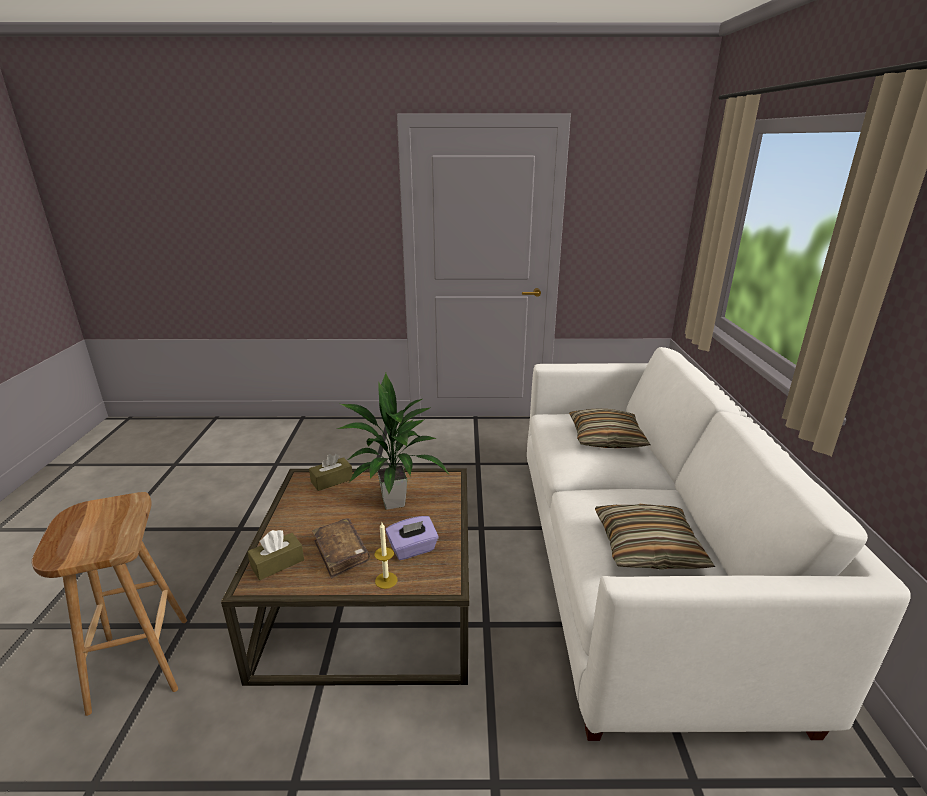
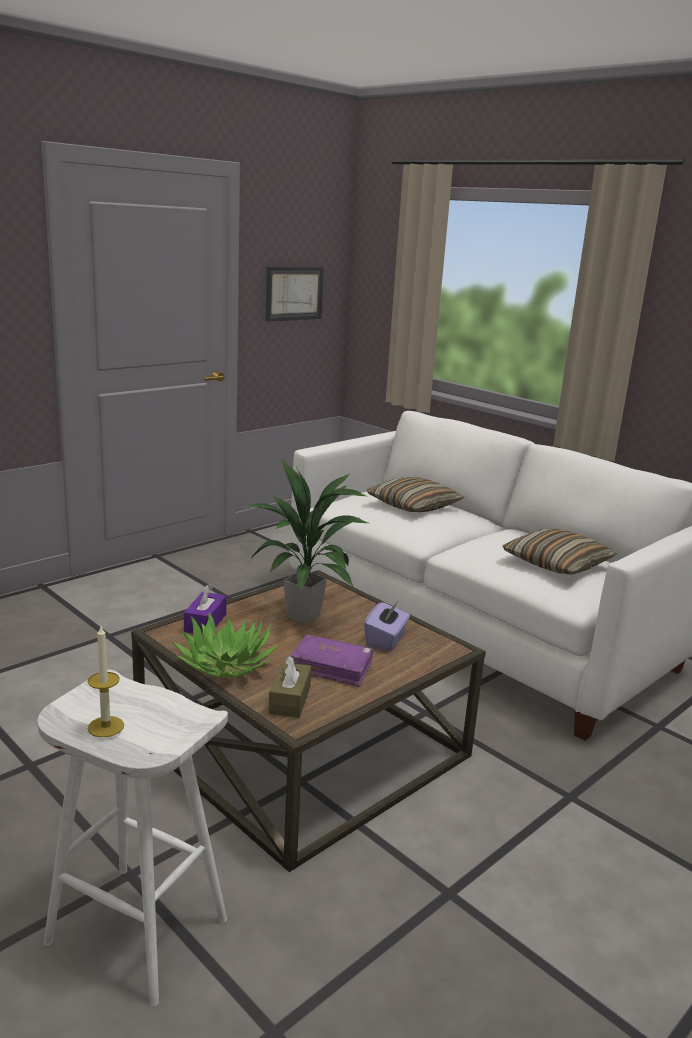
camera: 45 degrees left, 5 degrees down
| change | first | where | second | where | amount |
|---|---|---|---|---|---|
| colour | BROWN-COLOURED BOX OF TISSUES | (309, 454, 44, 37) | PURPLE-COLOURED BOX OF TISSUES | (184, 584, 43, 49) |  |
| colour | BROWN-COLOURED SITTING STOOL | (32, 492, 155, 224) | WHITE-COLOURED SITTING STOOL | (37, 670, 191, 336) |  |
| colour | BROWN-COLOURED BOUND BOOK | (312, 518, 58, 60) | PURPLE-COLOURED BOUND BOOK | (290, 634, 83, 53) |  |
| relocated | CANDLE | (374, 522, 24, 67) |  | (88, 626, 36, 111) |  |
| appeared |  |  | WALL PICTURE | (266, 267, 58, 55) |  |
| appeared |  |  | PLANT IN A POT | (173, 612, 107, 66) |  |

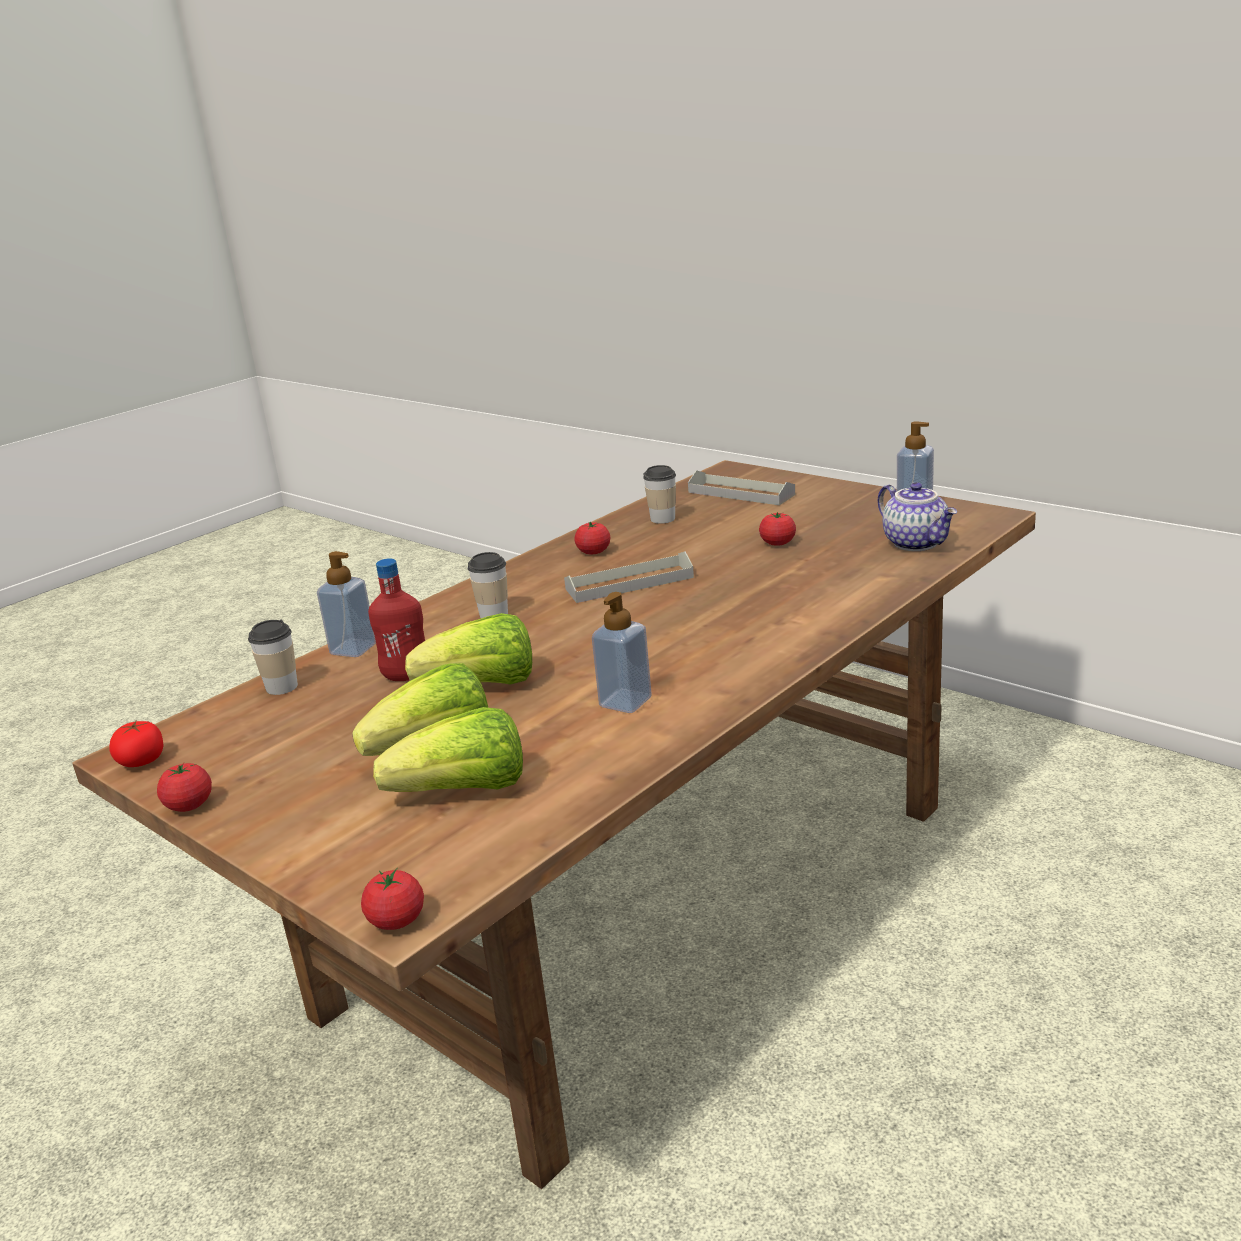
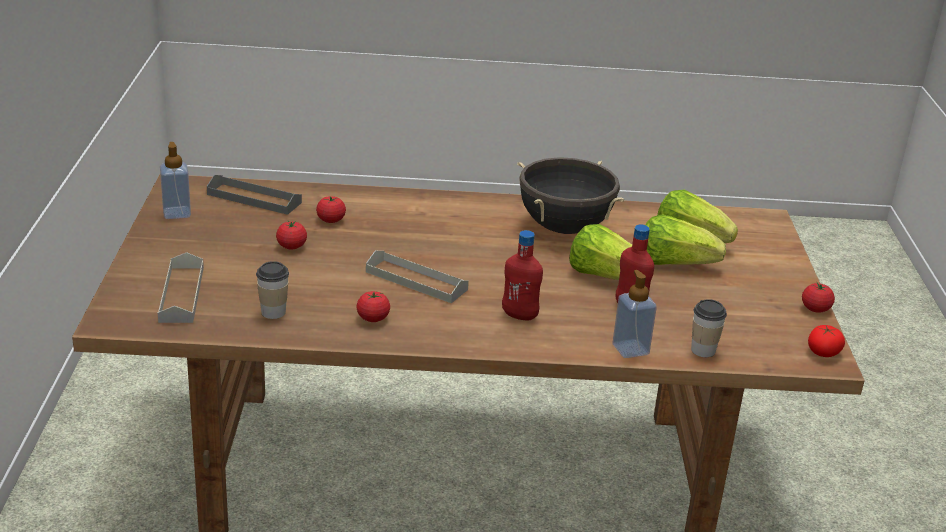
camera: 135 degrees left, 5 degrees up
| change | first | where | second | where | amount |
|---|---|---|---|---|---|
| exchanged | TEAPOT | (878, 482, 79, 69) | GRAY CARRYING TRAY | (207, 175, 95, 40) |  |
| exchanged | CUP | (468, 552, 40, 66) | RED BEVERAGE BOTTLE | (502, 230, 41, 90) |  |
| exchanged | SOAP BOTTLE | (592, 592, 60, 121) | BLACK-COLOURED STOCKPOT | (517, 157, 107, 77) |  |
| relocated | WHOLE TOMATO | (361, 867, 63, 63) |  | (316, 196, 30, 27) |  |

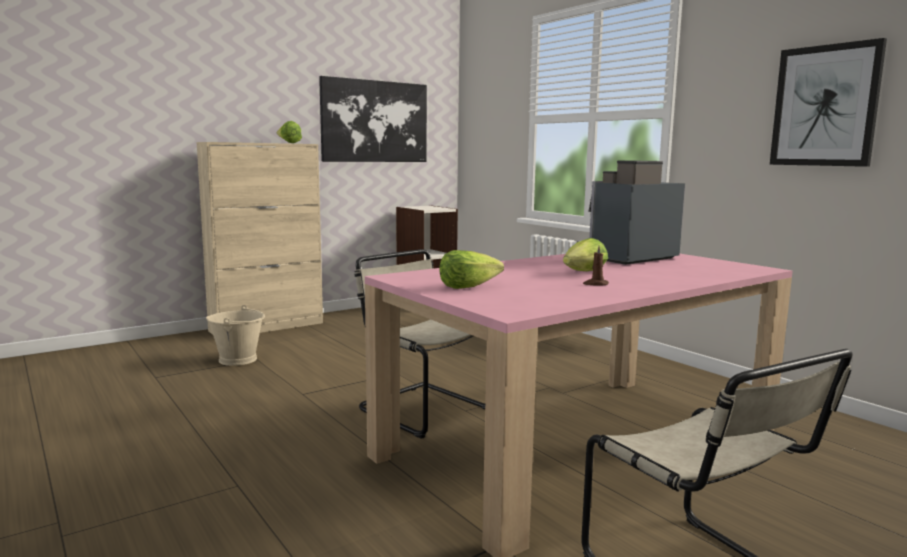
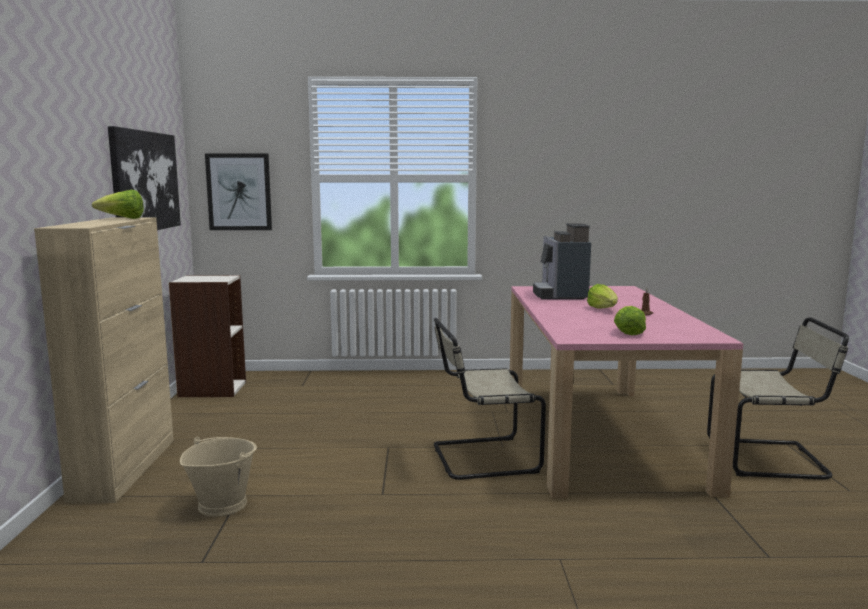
camera: 55 degrees left, 0 degrees up
| change | first | where | second | where | amount |
|---|---|---|---|---|---|
| relocated | WALL PICTURE | (770, 38, 117, 129) |  | (205, 154, 67, 76) |  |

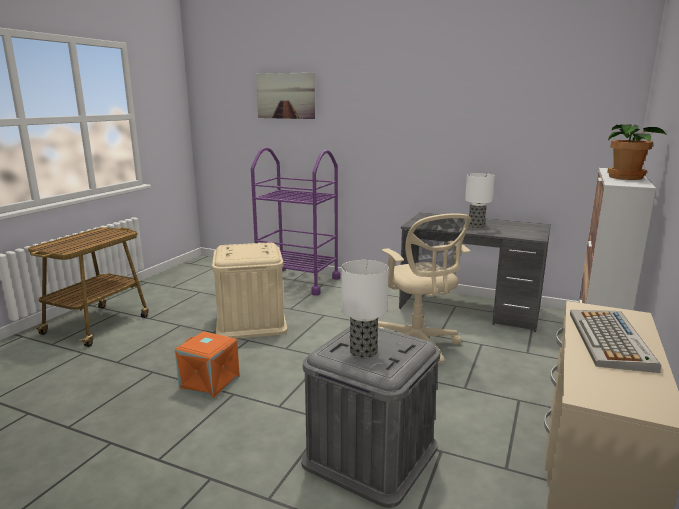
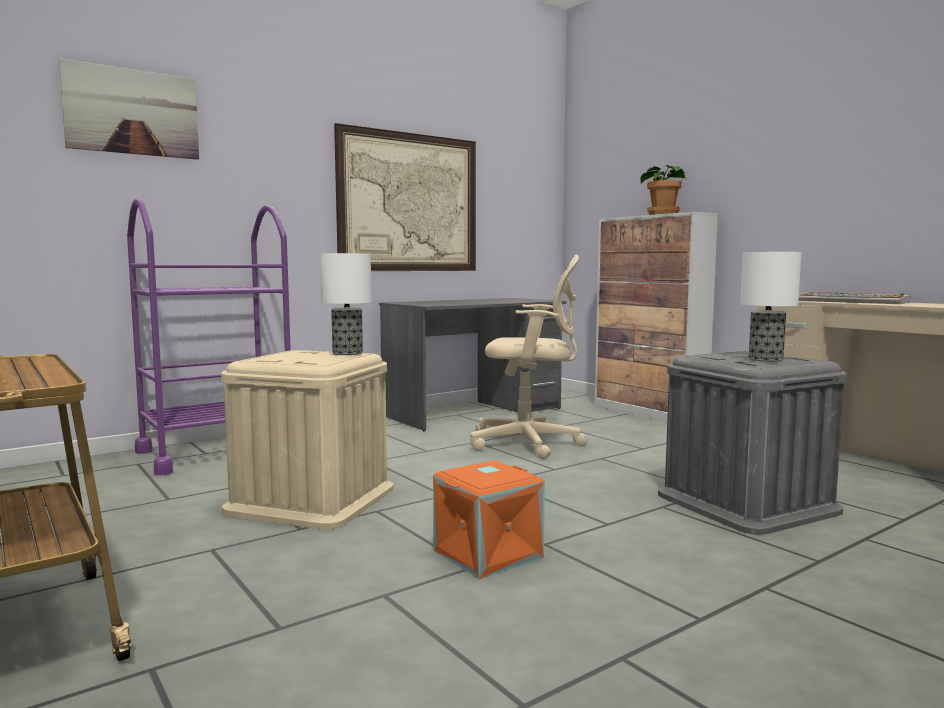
camera: 60 degrees left, 10 degrees down
| change | first | where | second | where | amount |
|---|---|---|---|---|---|
| relocated | LAMP FOR A TABLE | (465, 173, 30, 56) |  | (320, 253, 52, 102) |  |
| appeared |  |  | WALL PICTURE | (334, 123, 142, 148) |  |

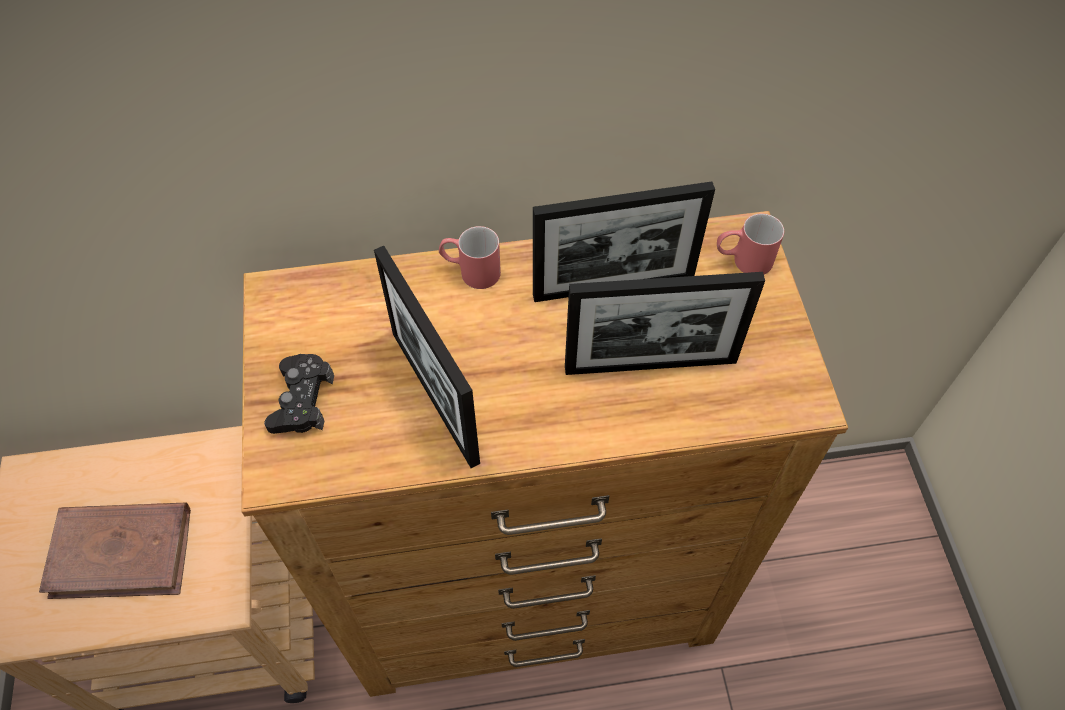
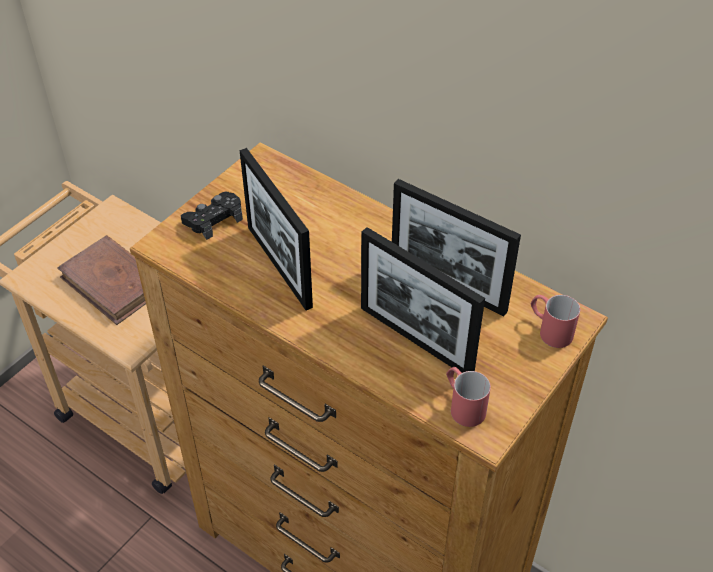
camera: 45 degrees right, 10 degrees down
| change | first | where | second | where | amount |
|---|---|---|---|---|---|
| relocated | RED COFFEE MUG | (439, 226, 62, 63) |  | (446, 367, 45, 60) |  |
| spun | STANDING FRAME | (374, 246, 106, 222) |  | (240, 148, 73, 162) | 45 degrees counterclockwise |

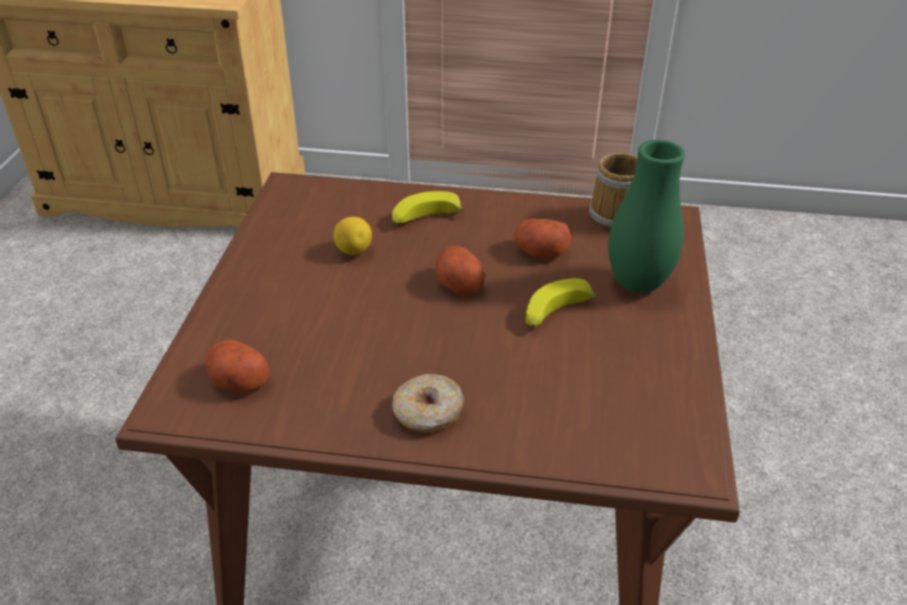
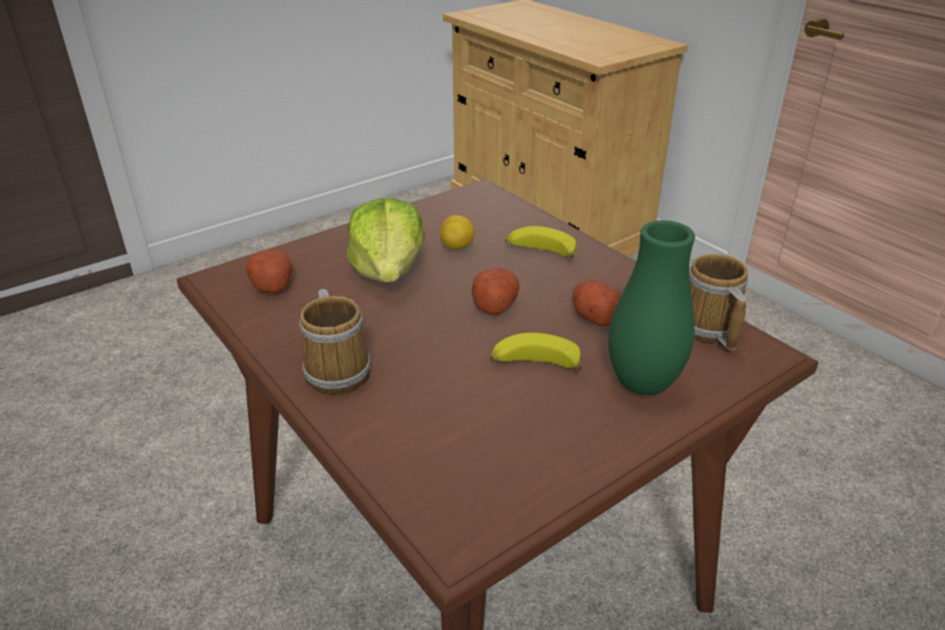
camera: 45 degrees right, 5 degrees down
| change | first | where | second | where | amount |
|---|---|---|---|---|---|
| exchanged | DONUT | (392, 374, 72, 59) | COFFEE MUG | (299, 289, 72, 106) |  |
| appeared |  |  | HEAD OF LETTUCE | (347, 198, 78, 84) |  |

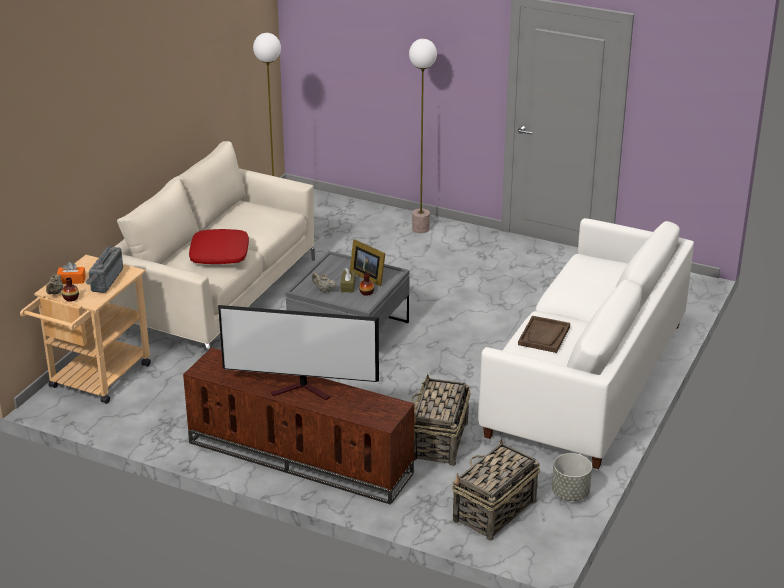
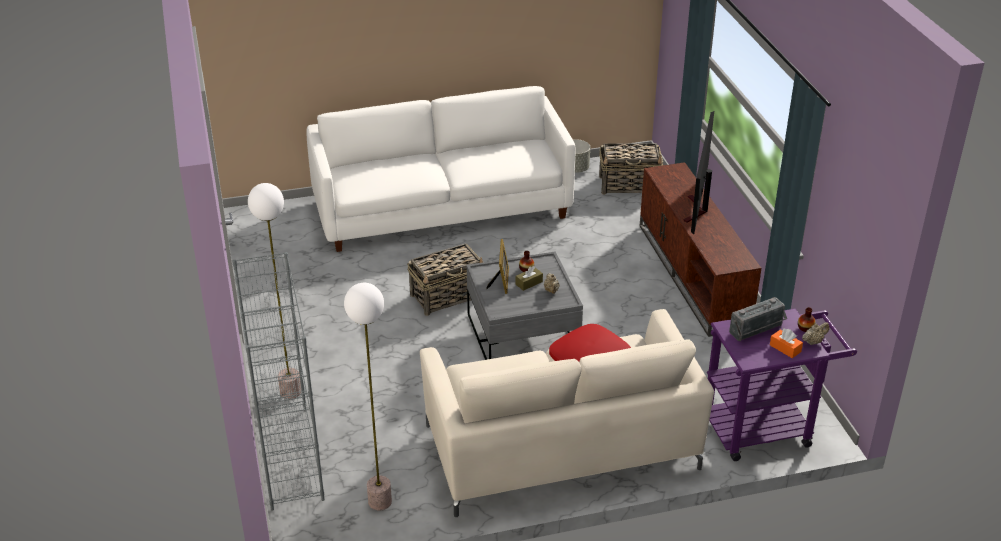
camera: 130 degrees left, 5 degrees up
| change | first | where | second | where | amount |
|---|---|---|---|---|---|
| colour | BEIGE-COLOURED WHEELED CART | (20, 255, 131, 149) | PURPLE-COLOURED WHEELED CART | (707, 309, 150, 152) |  |
| spun | TV SET | (218, 305, 161, 95) |  | (683, 111, 31, 123) | 135 degrees counterclockwise |
| missing | BROWN-COLOURED CARRYING TRAY | (518, 316, 52, 37) |  |  |  |
| relocated | HOUSEHOLD BASKET | (412, 374, 58, 92) |  | (407, 243, 76, 73) |  |
| appeared |  |  | GRAY SHELVING UNIT | (232, 252, 93, 258) |  |

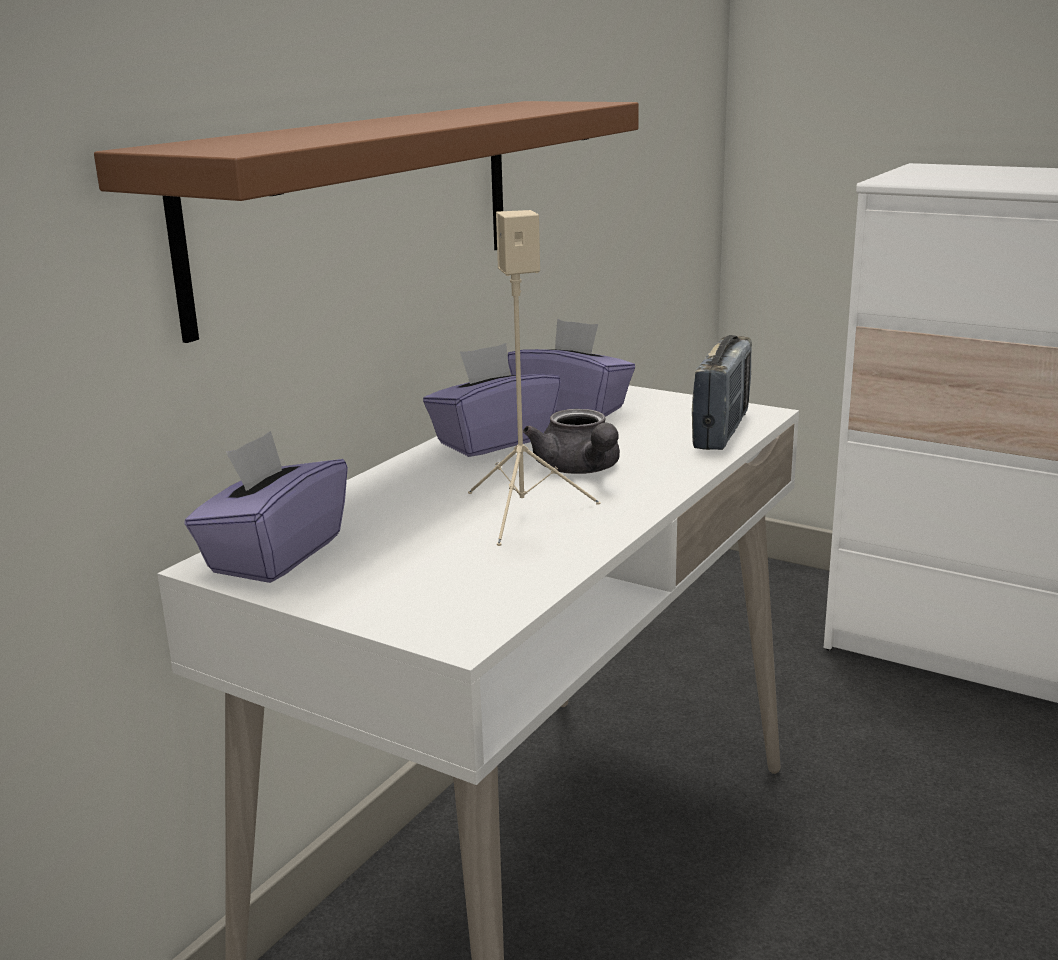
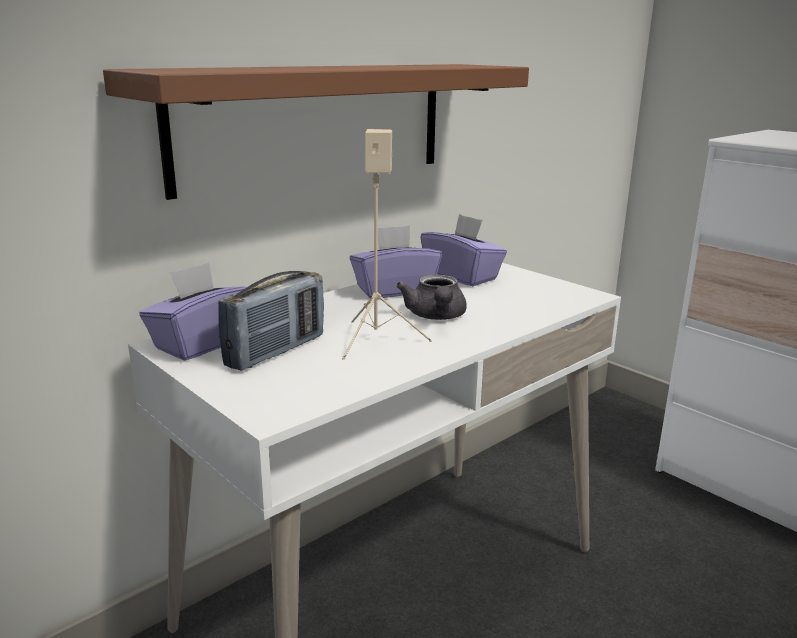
camera: 15 degrees right, 0 degrees up
| change | first | where | second | where | amount |
|---|---|---|---|---|---|
| relocated | RADIO RECEIVER | (692, 335, 60, 115) |  | (218, 271, 106, 100) |  |

